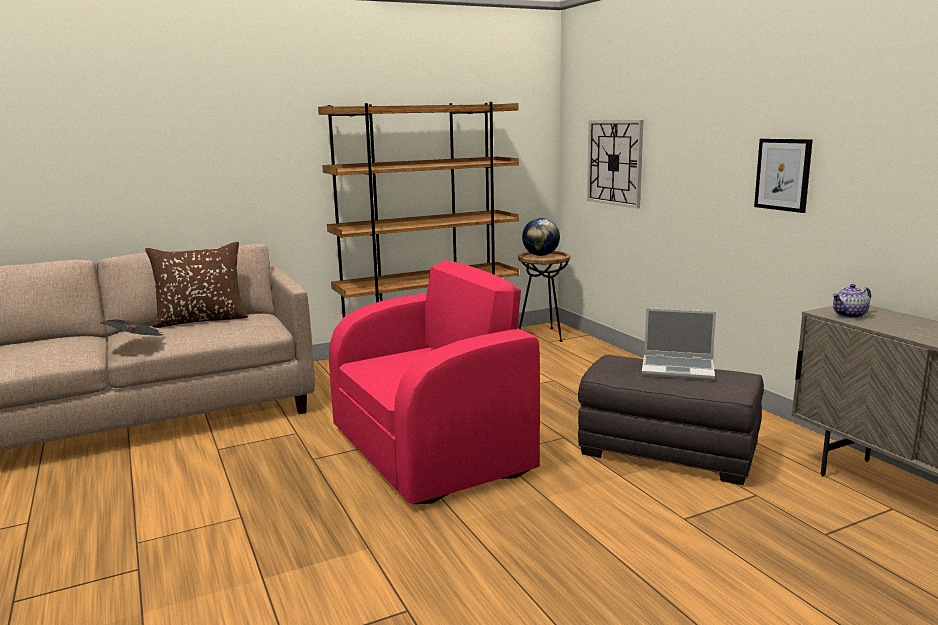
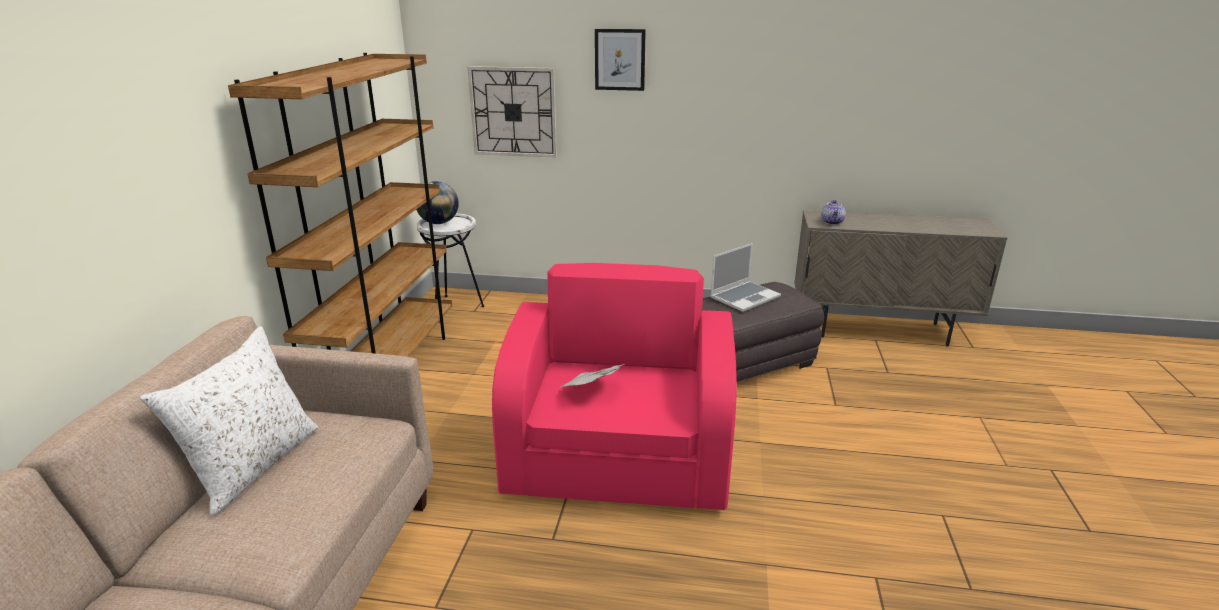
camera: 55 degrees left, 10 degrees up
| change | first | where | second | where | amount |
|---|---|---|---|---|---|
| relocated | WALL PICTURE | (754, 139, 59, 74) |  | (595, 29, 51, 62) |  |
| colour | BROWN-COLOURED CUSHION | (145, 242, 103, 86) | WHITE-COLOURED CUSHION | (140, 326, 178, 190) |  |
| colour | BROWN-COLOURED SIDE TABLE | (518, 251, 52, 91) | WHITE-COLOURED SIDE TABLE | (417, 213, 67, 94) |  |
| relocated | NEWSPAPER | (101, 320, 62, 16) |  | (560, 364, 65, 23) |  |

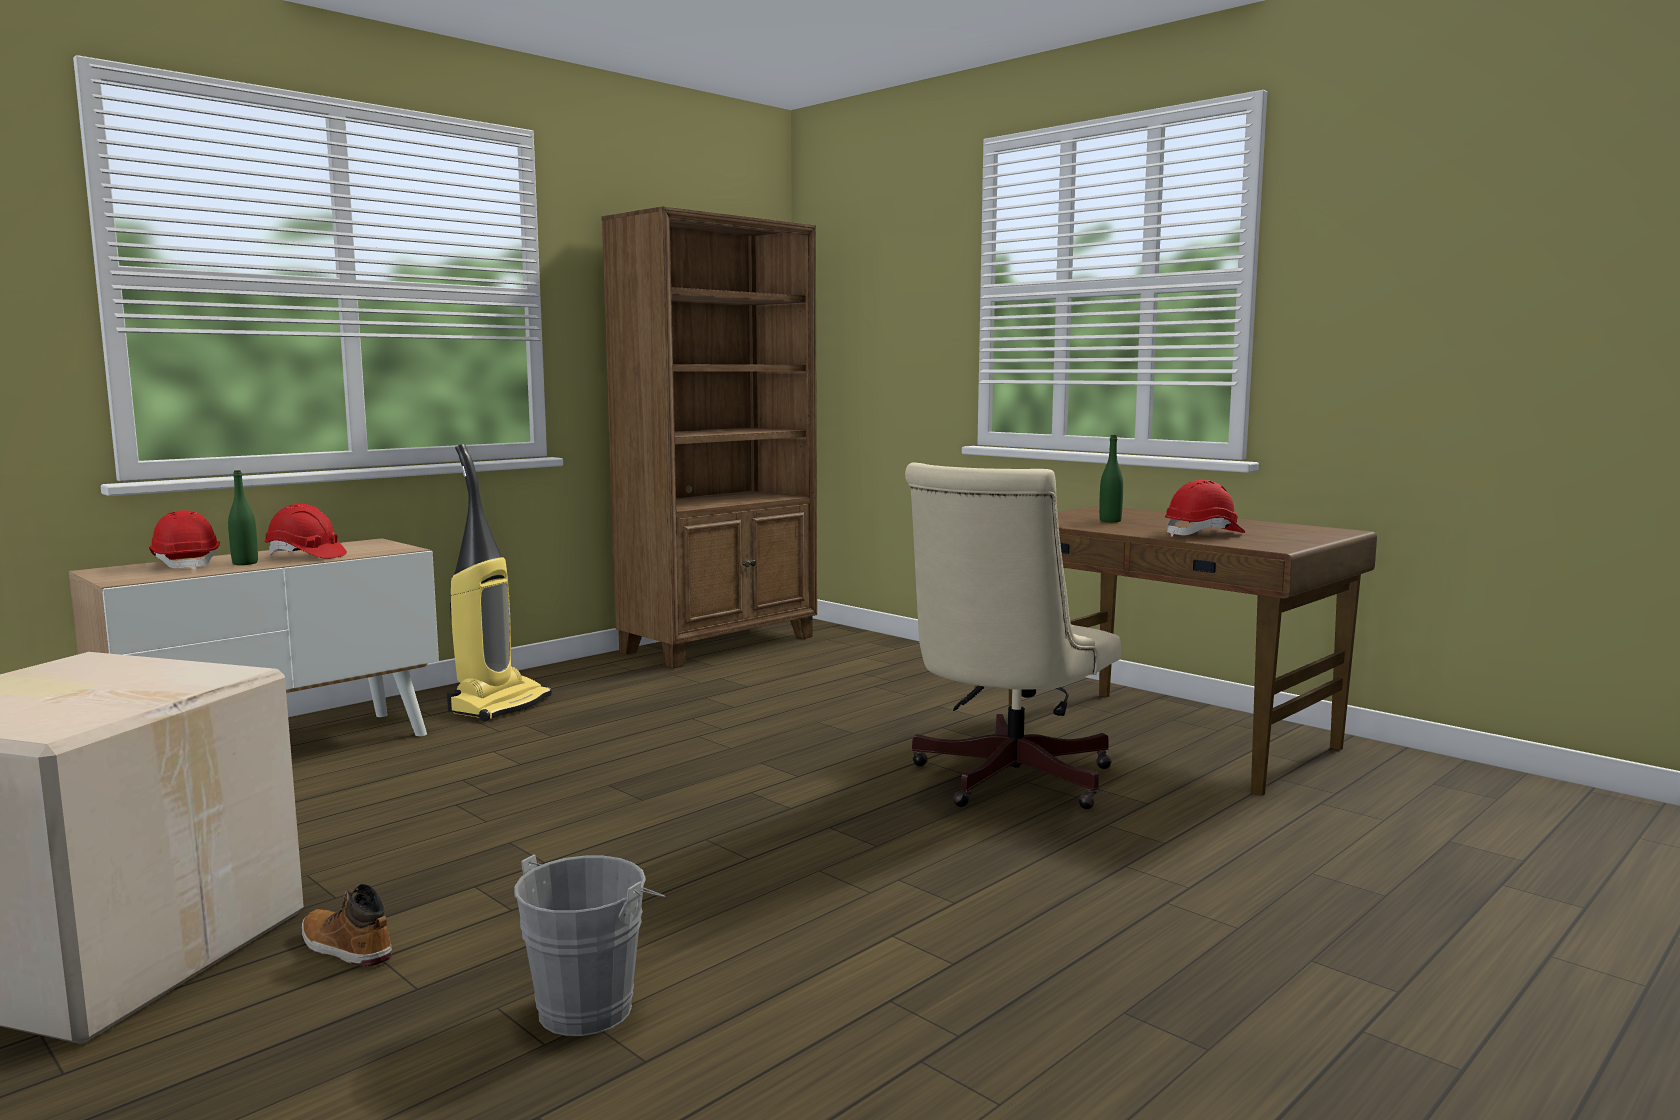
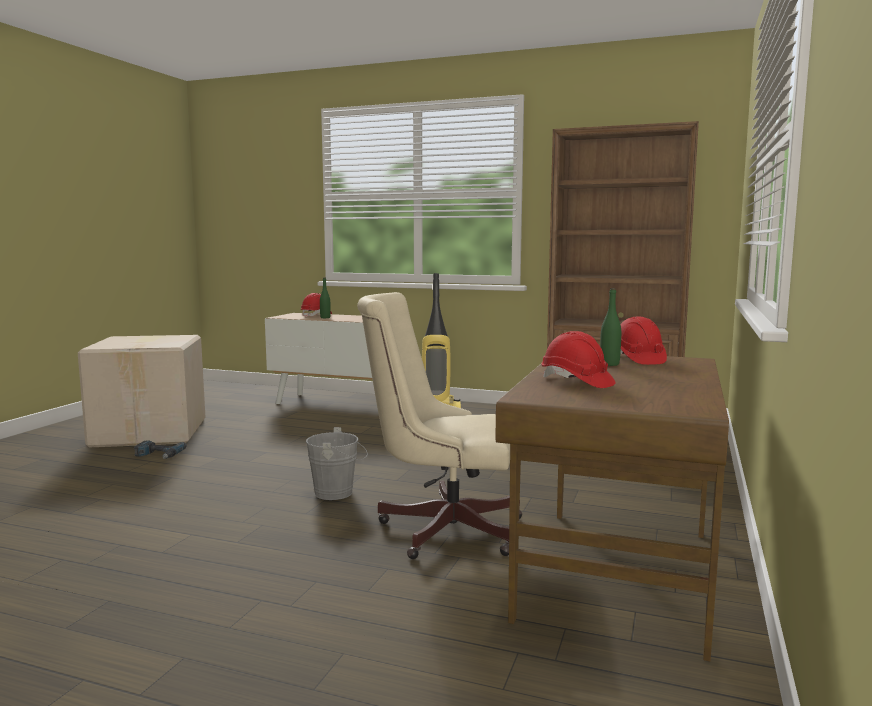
camera: 65 degrees right, 0 degrees up
| change | first | where | second | where | amount |
|---|---|---|---|---|---|
| relocated | RED WORK HELMET | (264, 504, 83, 55) |  | (620, 317, 47, 48) |  |
| relocated | GRAY PAIL | (514, 855, 152, 181) |  | (306, 427, 62, 73) |  |
| exchanged | BOOT | (302, 884, 90, 83) | POWER DRILL | (134, 440, 53, 19) |  |

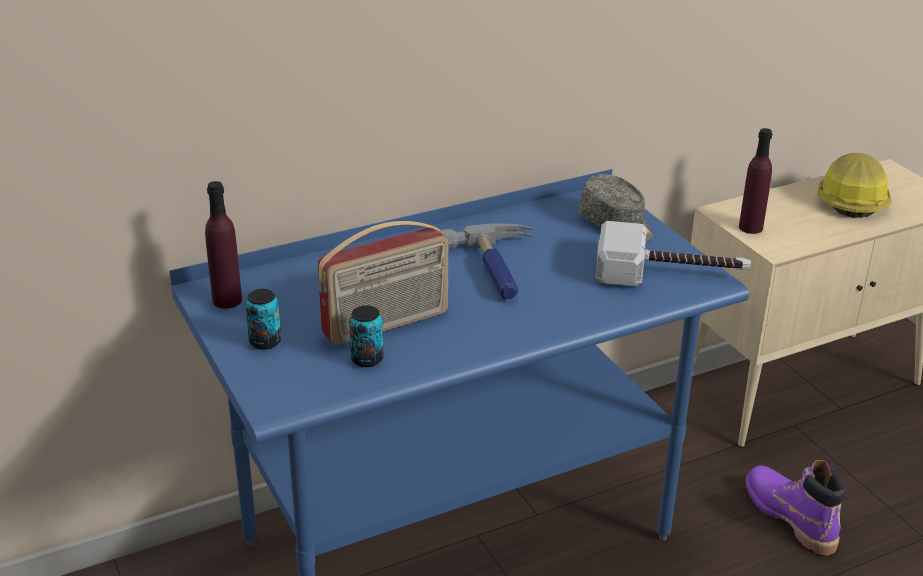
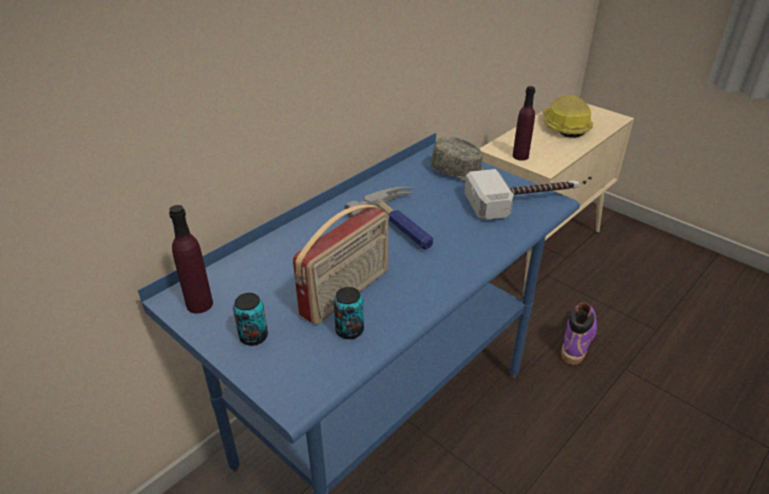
camera: 20 degrees left, 5 degrees up
| change | first | where | second | where | amount |
|---|---|---|---|---|---|
| spun | PURPLE-COLOURED BOOT | (746, 460, 100, 95) |  | (561, 302, 36, 63) | 75 degrees clockwise |

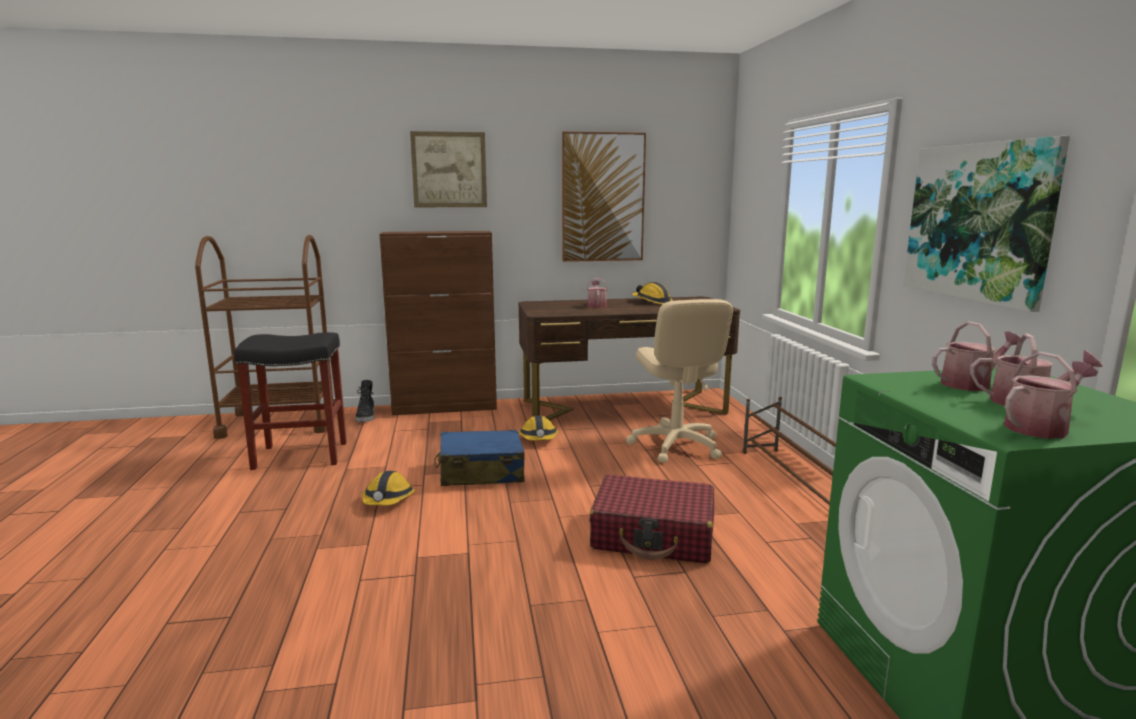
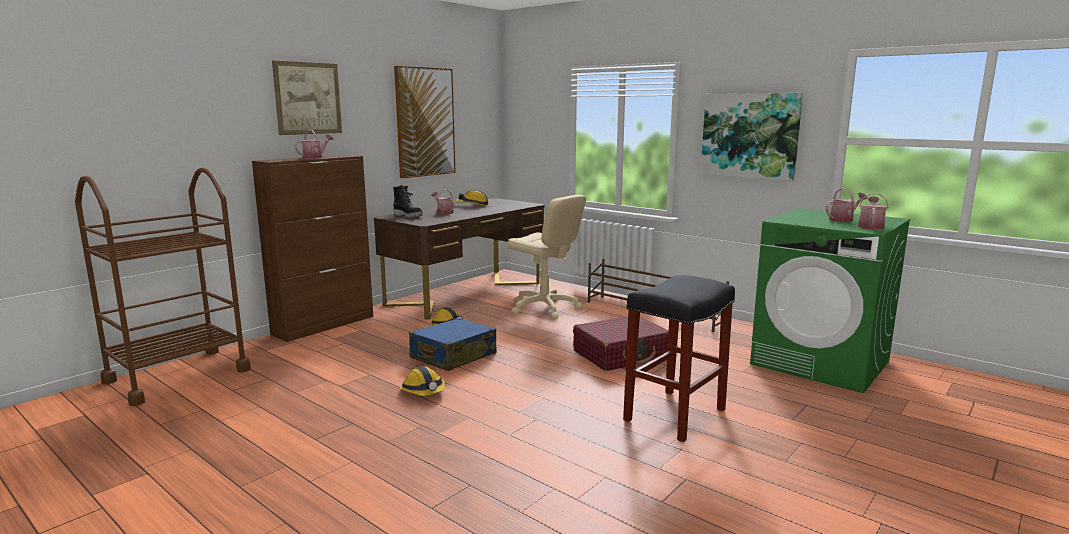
camera: 40 degrees left, 0 degrees up
| change | first | where | second | where | amount |
|---|---|---|---|---|---|
| relocated | WATERING CAN | (932, 322, 88, 69) |  | (295, 130, 38, 29) |  |
| relocated | BLACK-COLOURED SITTING STOOL | (234, 332, 113, 138) |  | (623, 275, 112, 167) |  |
| relocated | BLACK-COLOURED BOOT | (355, 380, 19, 42) |  | (393, 185, 30, 33) |  |

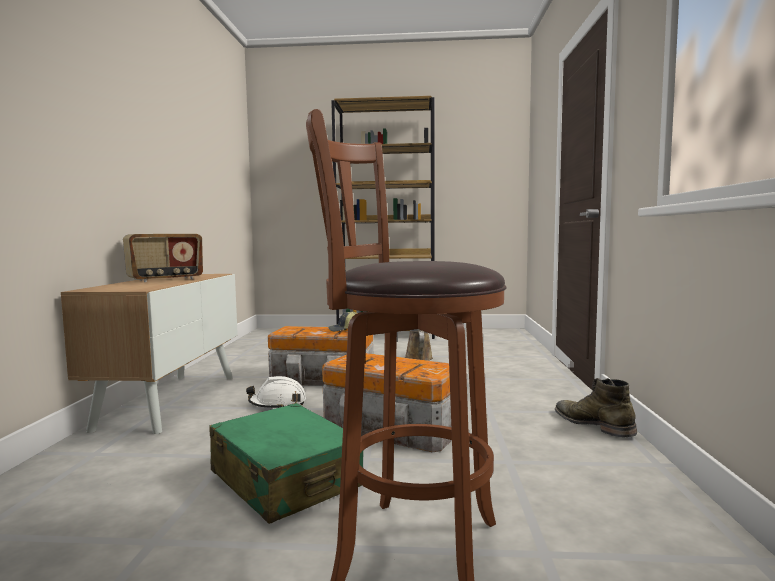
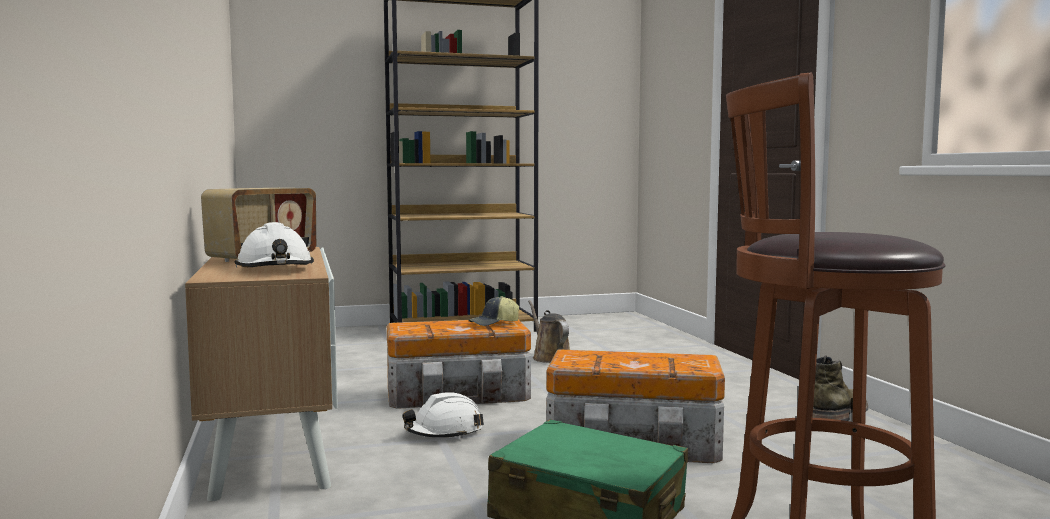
camera: 20 degrees left, 0 degrees up
| change | first | where | second | where | amount |
|---|---|---|---|---|---|
| spun | GREEN BOOT | (555, 378, 82, 59) |  | (813, 355, 55, 66) | 90 degrees clockwise |
| appeared |  |  | WHITE-COLOURED WORK HELMET | (234, 222, 80, 46) |  |

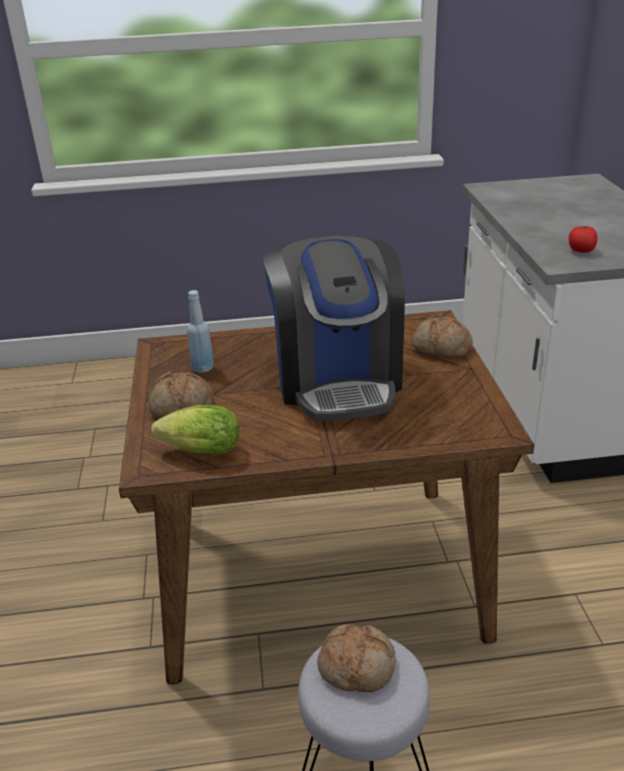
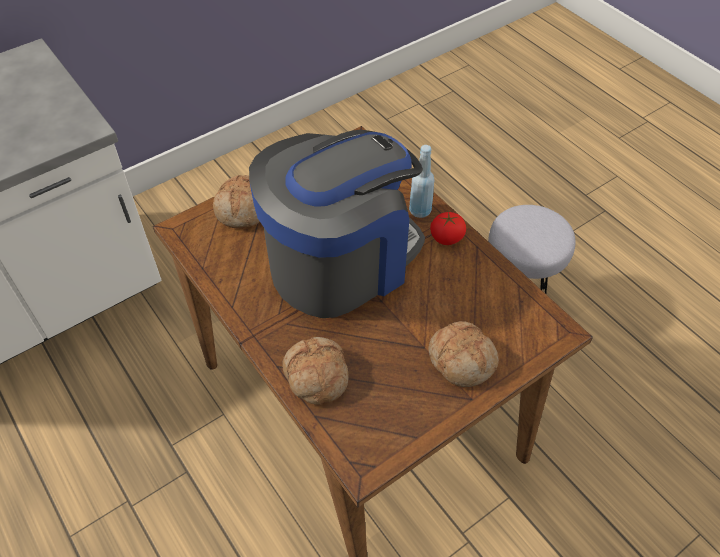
camera: 120 degrees left, 20 degrees up
| change | first | where | second | where | amount |
|---|---|---|---|---|---|
| relocated | WHOLE TOMATO | (569, 226, 28, 26) |  | (430, 212, 36, 33) |  |
| relocated | BLUE BEVERAGE BOTTLE | (187, 290, 27, 83) |  | (409, 145, 25, 73) |  |
| missing | HEAD OF LETTUCE | (151, 405, 88, 50) |  |  |  |
| relocated | BAKERY BREAD | (317, 624, 79, 68) |  | (282, 337, 67, 68) |  |

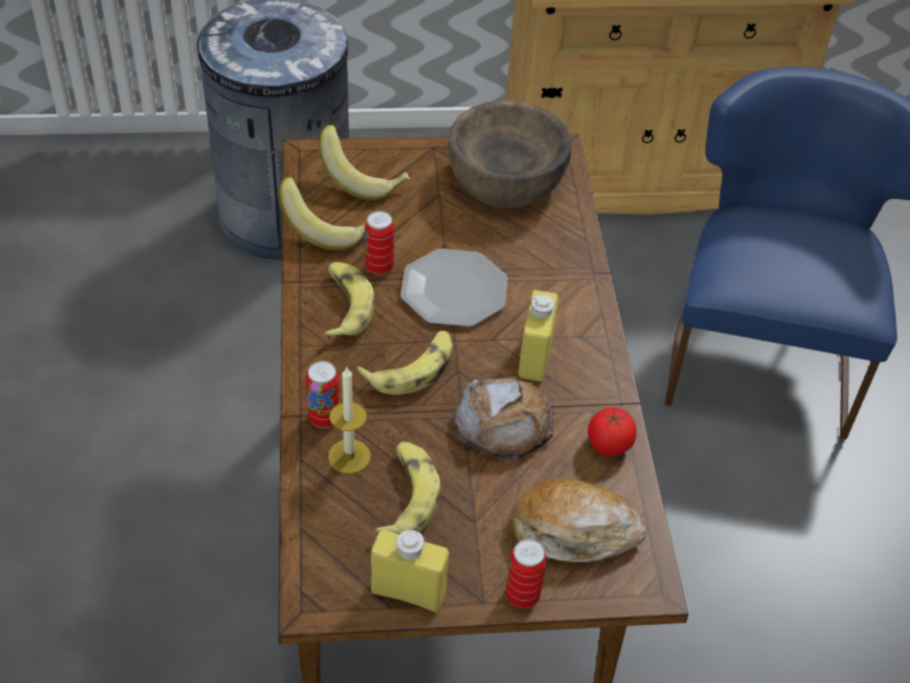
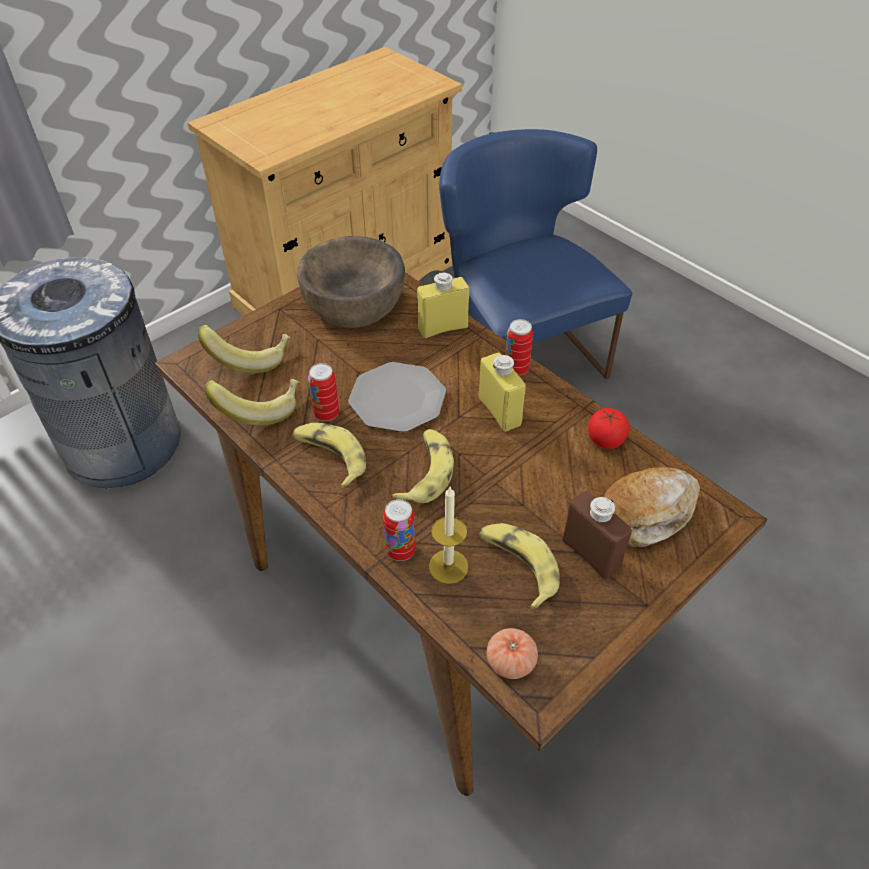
camera: 35 degrees left, 0 degrees up
| change | first | where | second | where | amount |
|---|---|---|---|---|---|
| missing | BAKERY BREAD | (453, 377, 102, 86) |  |  |  |
| relocated | YELLOWISH BEVERAGE BOTTLE | (371, 529, 78, 84) |  | (417, 272, 52, 66) |  |
| relocated | METAL CAN | (505, 539, 42, 70) |  | (505, 319, 28, 57) |  |
| appeared |  |  | BROWN-COLOURED BEVERAGE BOTTLE | (562, 491, 70, 88) |  |
| appeared |  |  | WHOLE TOMATO | (487, 628, 51, 51) |  |

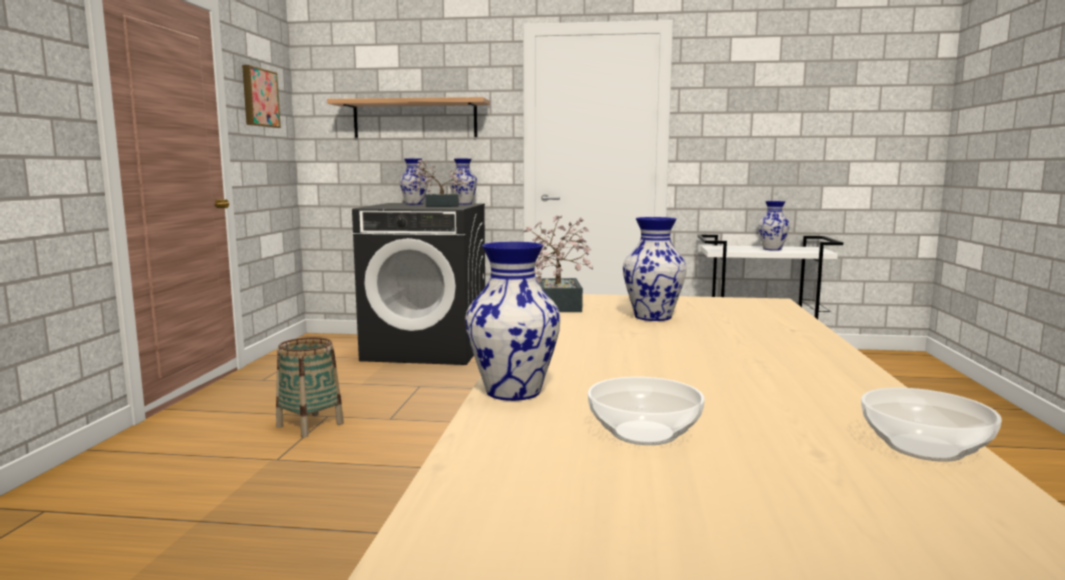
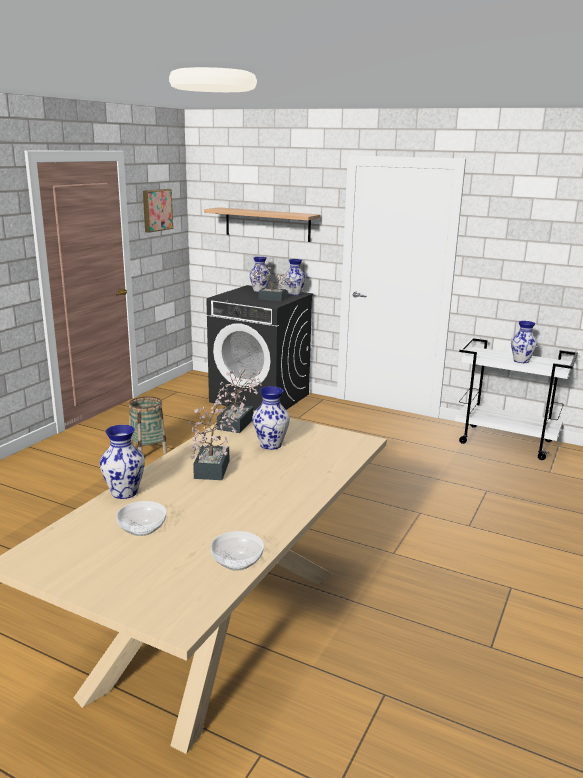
camera: 20 degrees right, 10 degrees up
| change | first | where | second | where | amount |
|---|---|---|---|---|---|
| appeared |  |  | PLANT IN A POT | (188, 402, 50, 78) |  |

